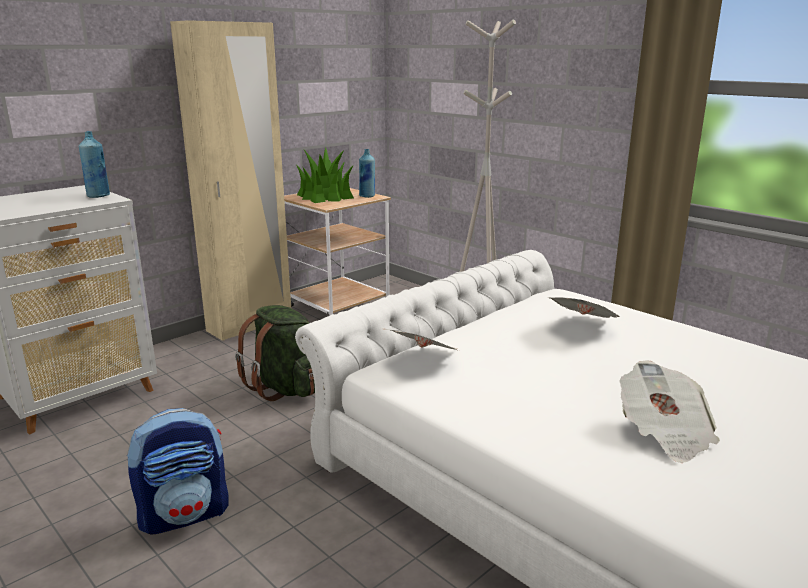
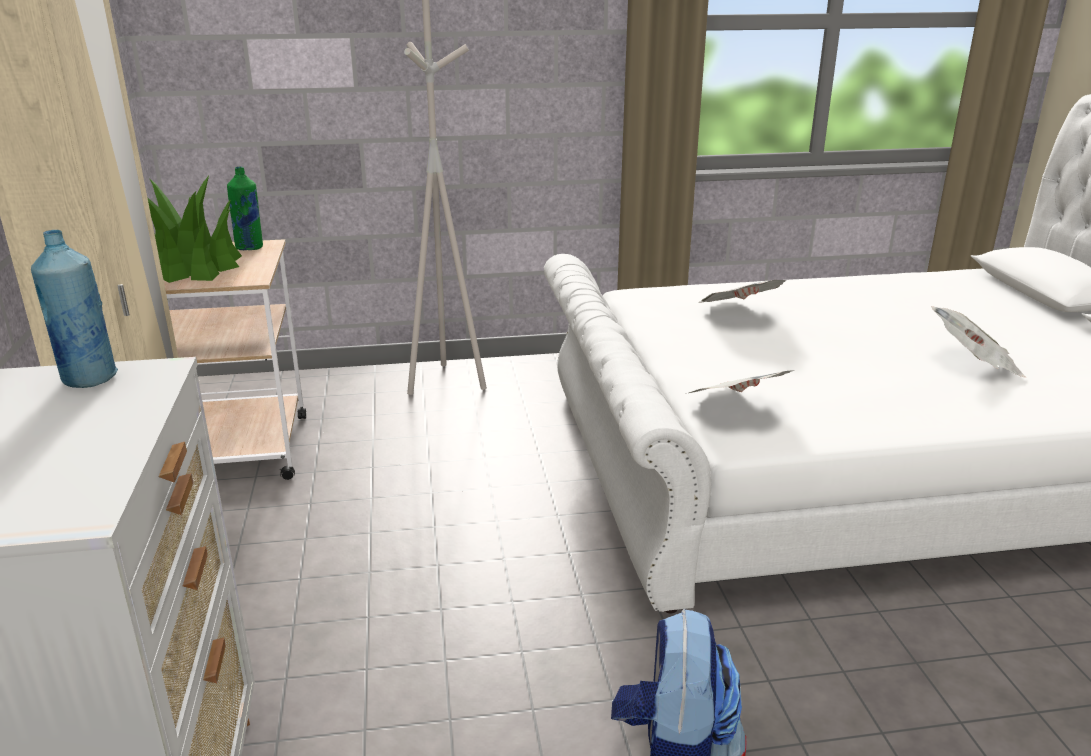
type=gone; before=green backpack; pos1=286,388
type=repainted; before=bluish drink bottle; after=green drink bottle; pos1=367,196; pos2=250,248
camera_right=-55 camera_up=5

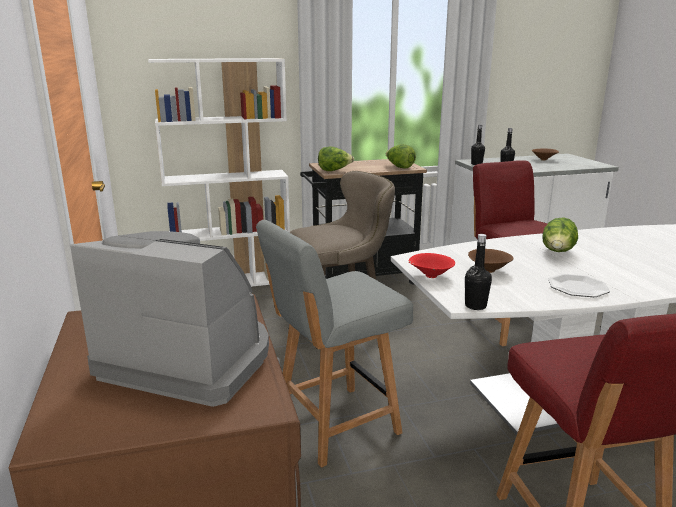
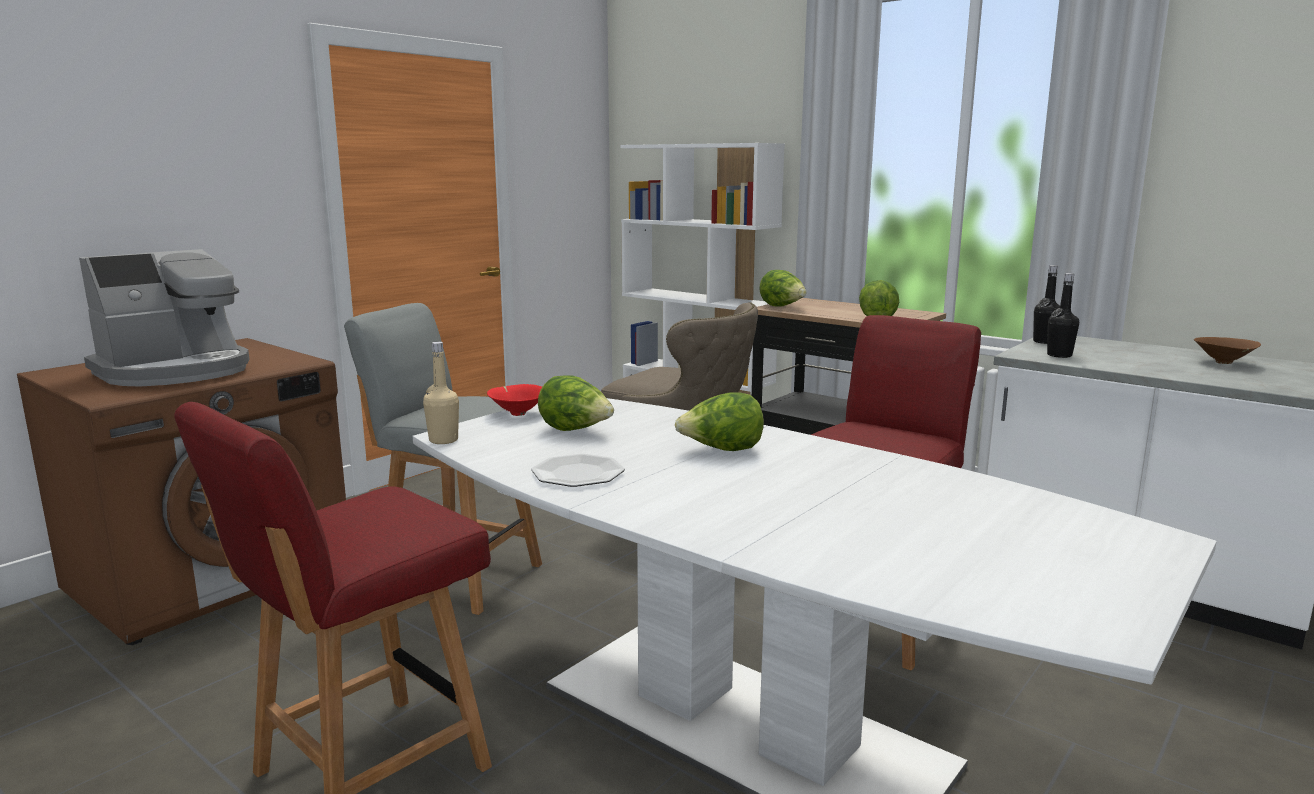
type=rotated; before=coffee machine; pos1=189,359; pos2=176,371; turn=60
type=repainted; before=black-coloured drink bottle; after=beige-coloured drink bottle; pos1=475,306; pos2=443,440
type=swapped; before=brown deep dish; after=lettuce head; pos1=488,271; pos2=575,430
camera_right=55 camera_up=-5

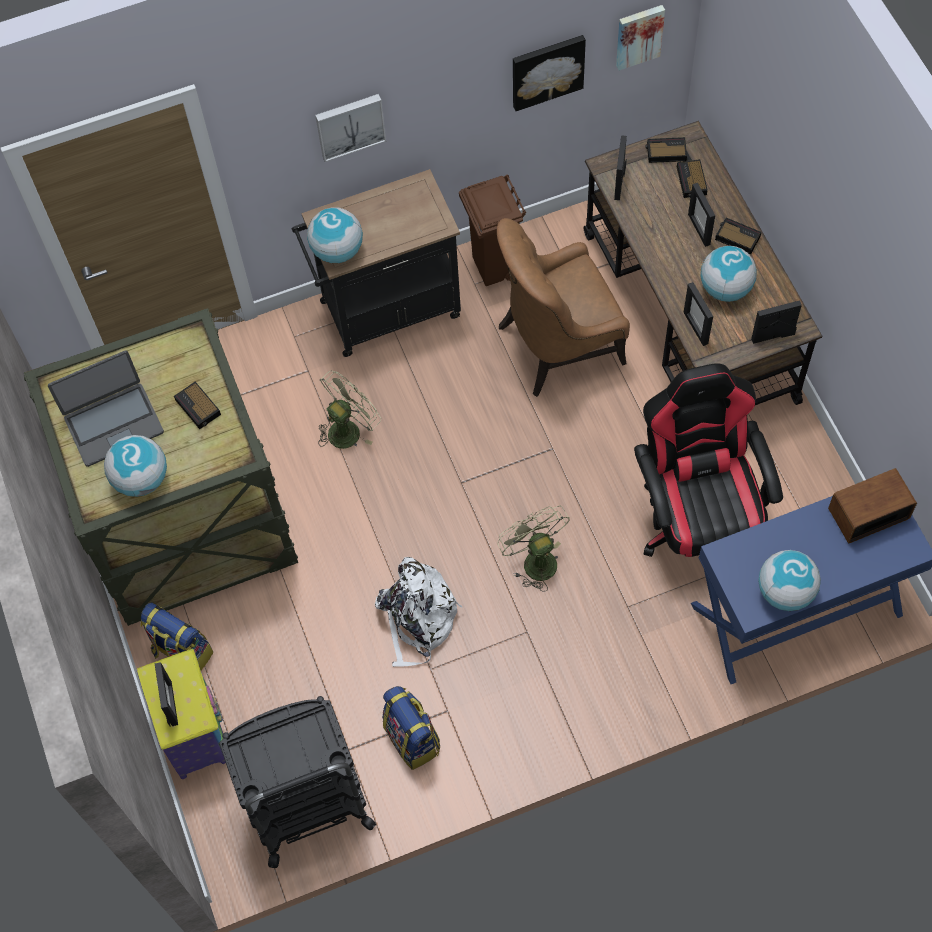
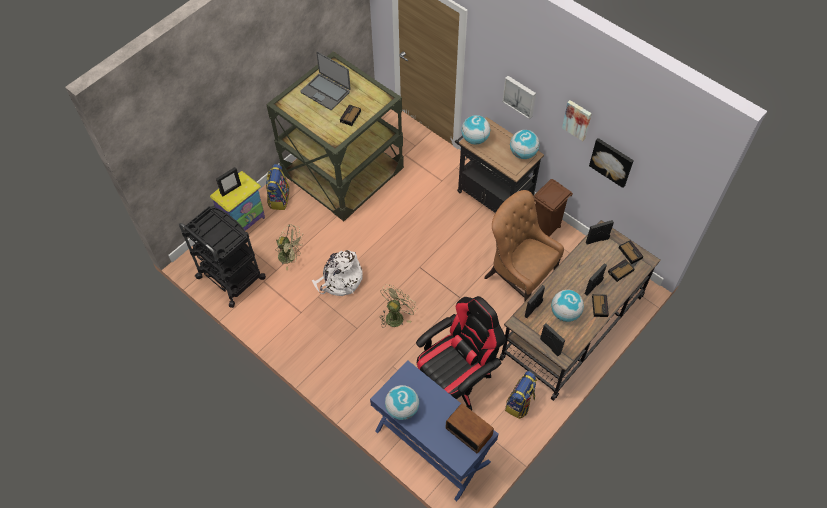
type=shifted; before=world globe; pos1=141,479; pos2=523,153
type=shifted; before=green fan; pos1=348,428; pos2=290,257
type=shifted; before=backpack; pos1=413,739; pos2=520,403
type=shifted; before=wall art; pos1=638,35; pos2=577,119
camera_right=60 camera_up=-5

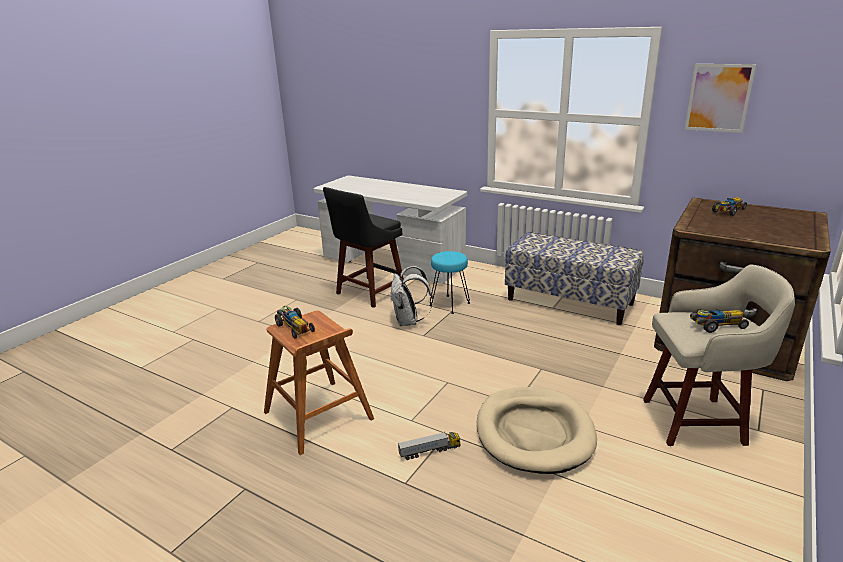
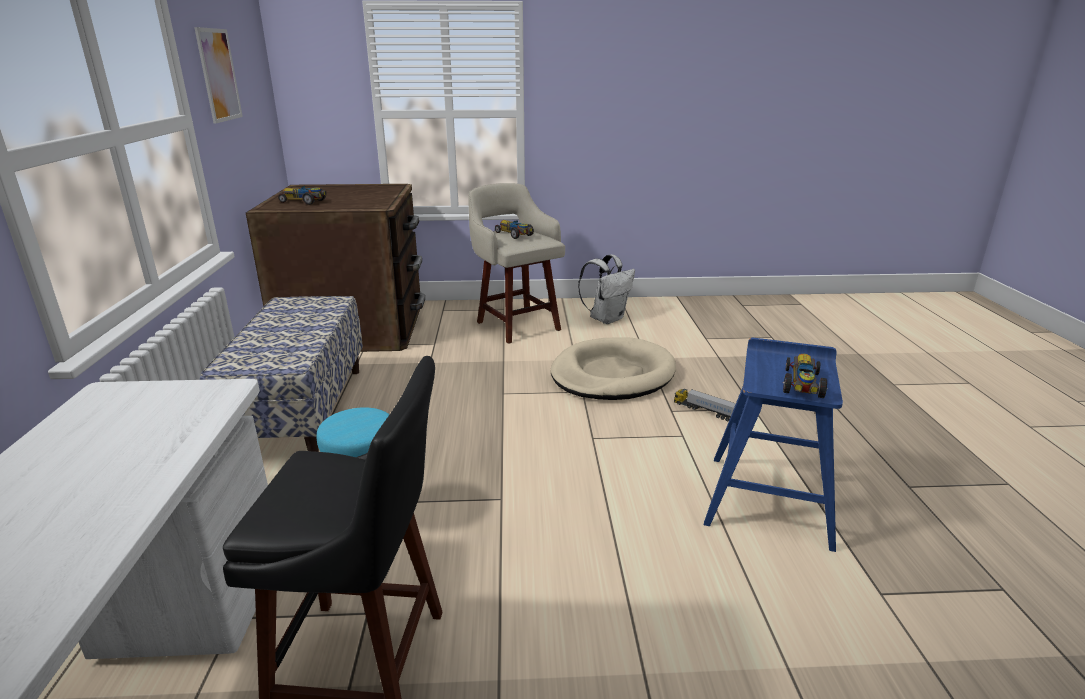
type=repainted; before=brown sitting stool; after=bluish sitting stool; pos1=318,416; pos2=769,499
type=shifted; before=whitish backpack; pos1=408,322; pos2=606,319
camera_right=-125 camera_up=0

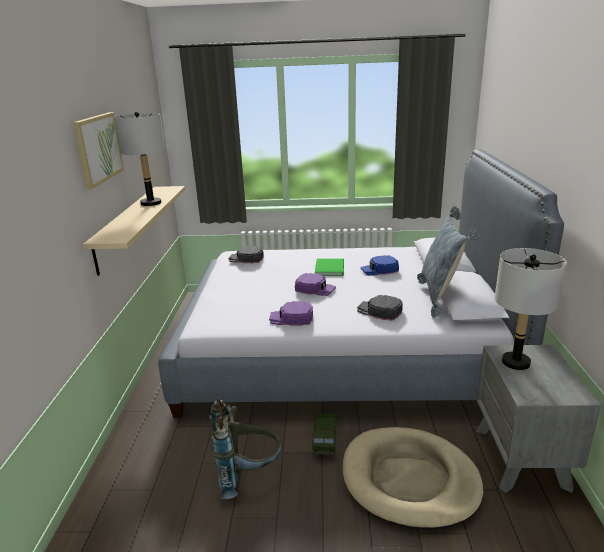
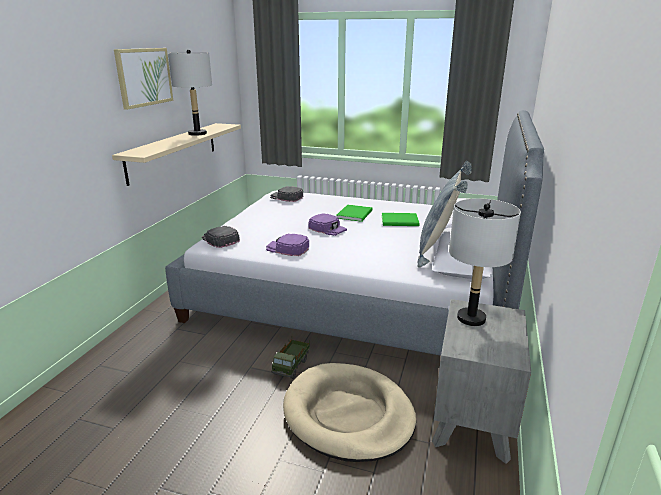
type=gone; before=gray backpack; pos1=248,475
type=shifted; before=black-coloured cap; pos1=379,311; pos2=219,239
type=swapped; before=bluish cap; after=green book; pos1=379,269; pos2=401,221
camera_right=15 camera_up=0

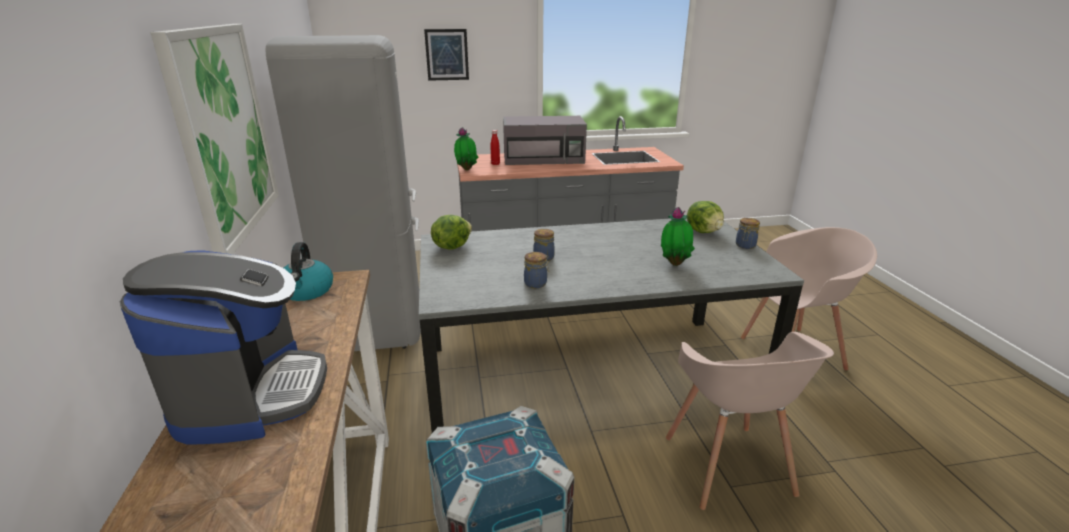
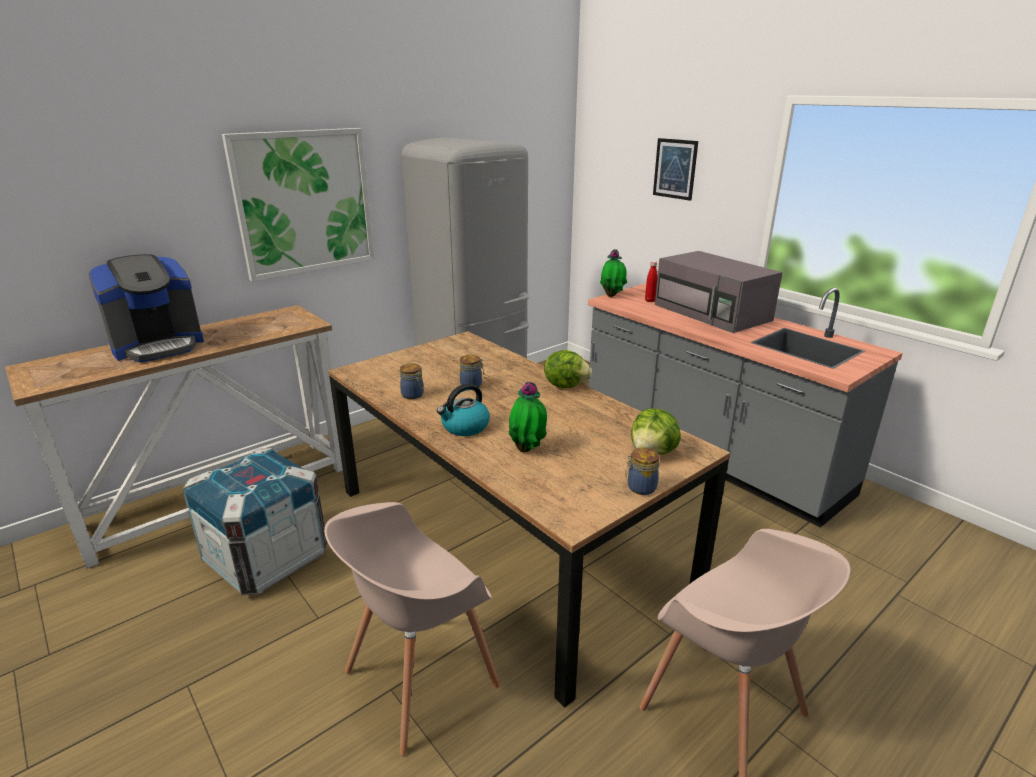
type=shifted; before=kettle; pos1=307,291; pos2=464,427
type=repainted; before=gray dinner table; after=brown dinner table; pos1=590,374; pos2=507,539
type=shifted; before=lettuce head; pos1=451,246; pos2=566,385
camera_right=60 camera_up=0

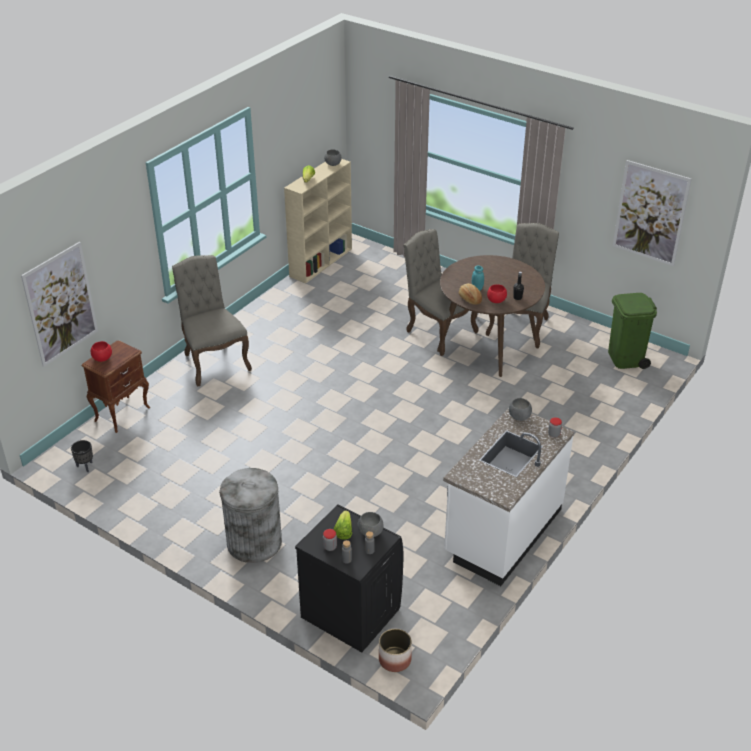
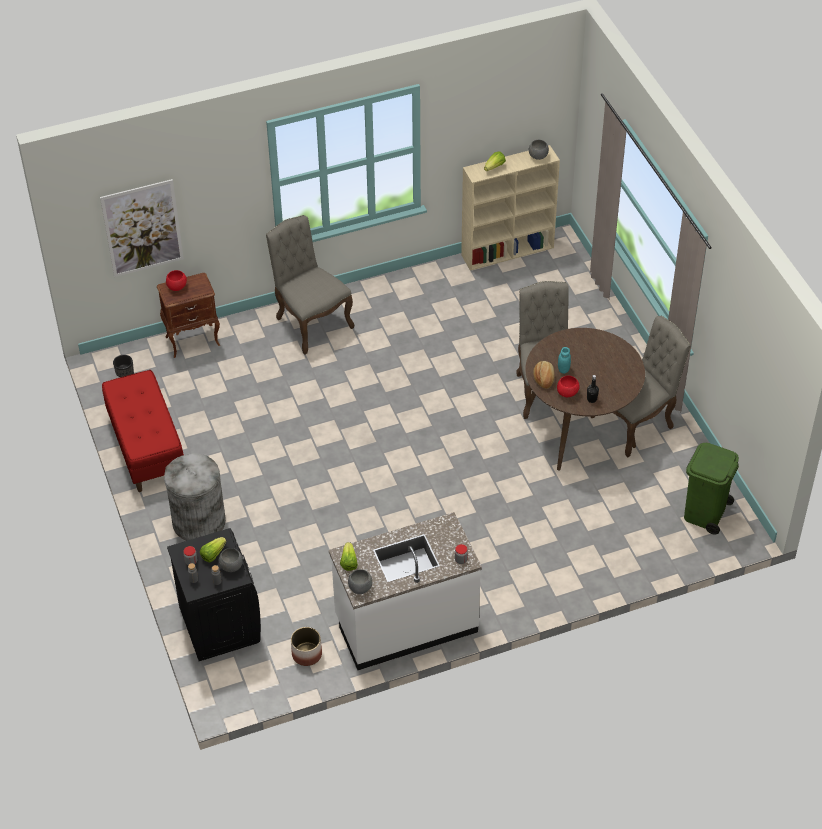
type=rotated; before=gray plain chair; pos1=214,362; pos2=311,323; turn=-45
type=shifted; before=plant pot; pos1=394,659; pos2=306,654
type=shifted; before=gray deep dish; pos1=519,417; pos2=360,588
type=gone; before=wall art; pos1=650,213
type=new; after=reddish long seat; pos2=146,448
type=new; after=lettuce head; pos2=349,562
camera_right=35 camera_up=10

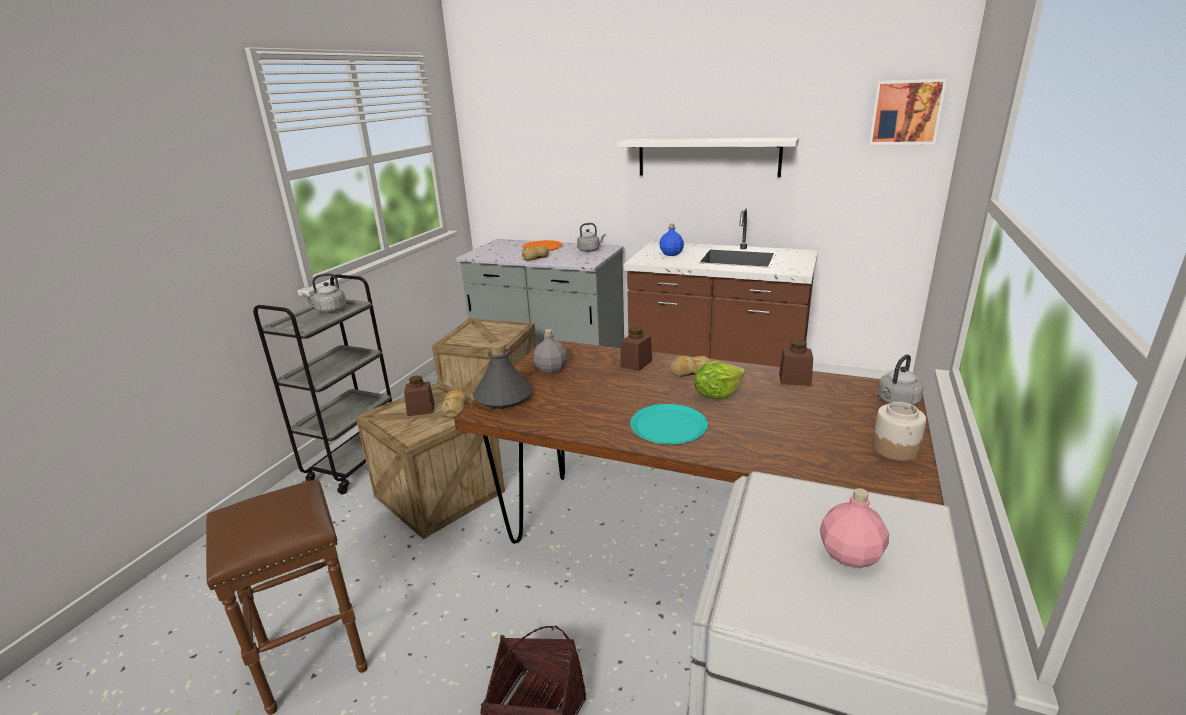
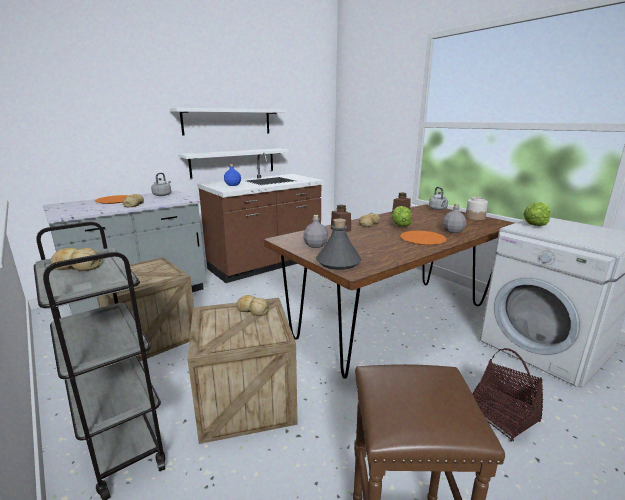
type=swapped; before=gray kettle; after=bakery bread; pos1=329,310; pos2=77,266
type=gone; before=brown storage jar; pos1=421,409
type=repainted; before=turquoise-coloured flat dish; after=orange-coloured flat dish; pos1=668,426; pos2=423,239
type=gone; before=pink drink bottle; pos1=849,554
type=gone; before=wall art; pos1=906,112
type=new; after=whitish wall shelf; pos2=233,162
type=new; after=gray drink bottle; pos2=453,231
type=new; after=lettuce head; pos2=535,225
camera_right=-60 camera_up=-5

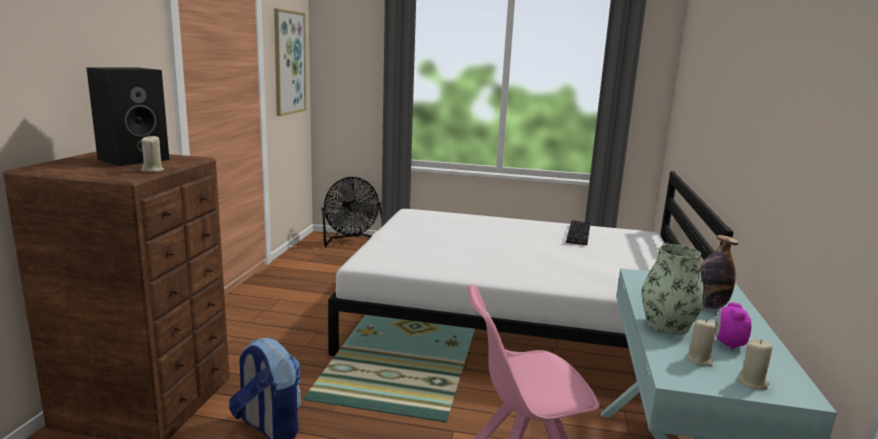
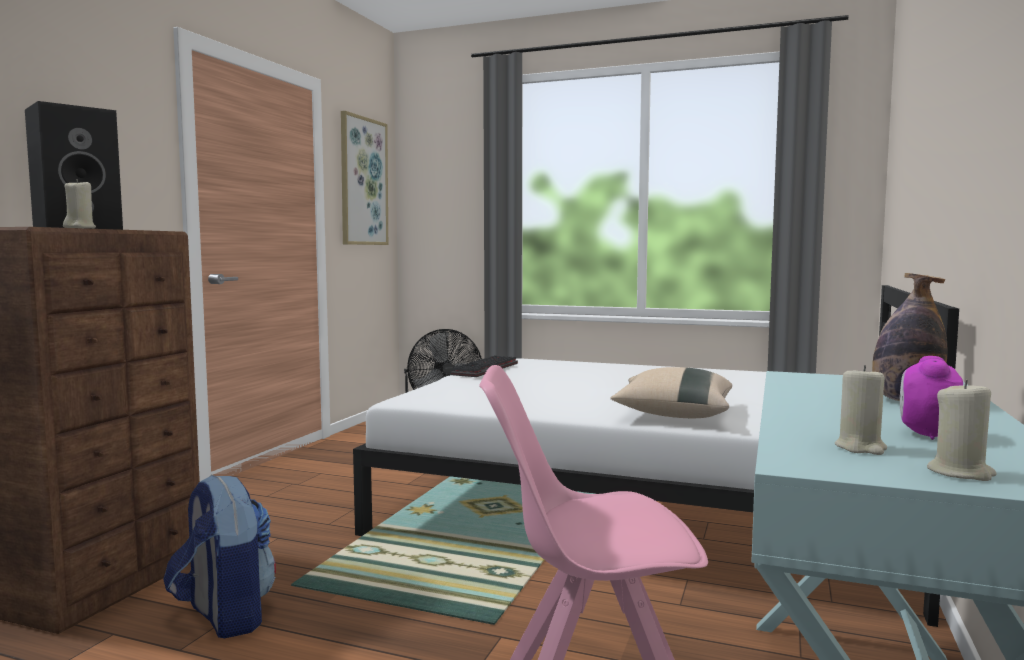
type=shifted; before=computer keyboard; pos1=579,235; pos2=486,369
type=gone; before=flower vase; pos1=667,325
type=new; after=beige-coloured pillow; pos2=673,414
camera_right=10 camera_up=-10

